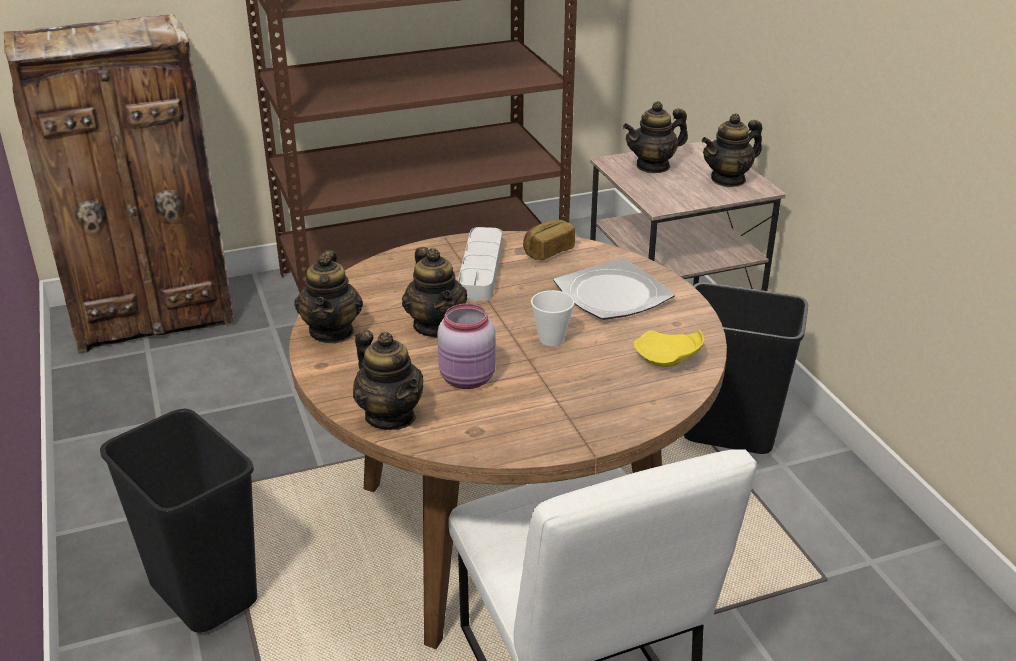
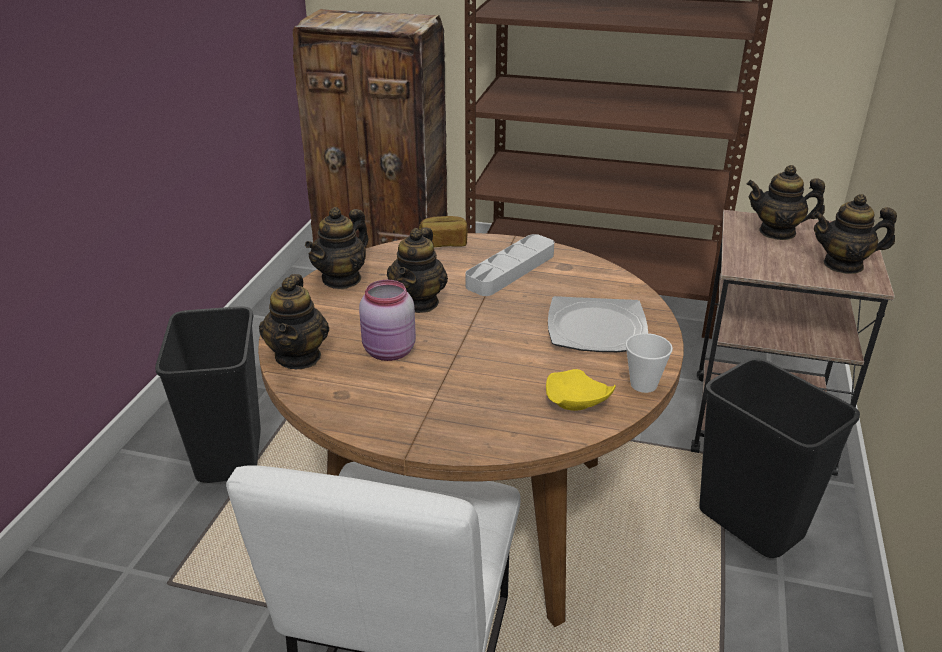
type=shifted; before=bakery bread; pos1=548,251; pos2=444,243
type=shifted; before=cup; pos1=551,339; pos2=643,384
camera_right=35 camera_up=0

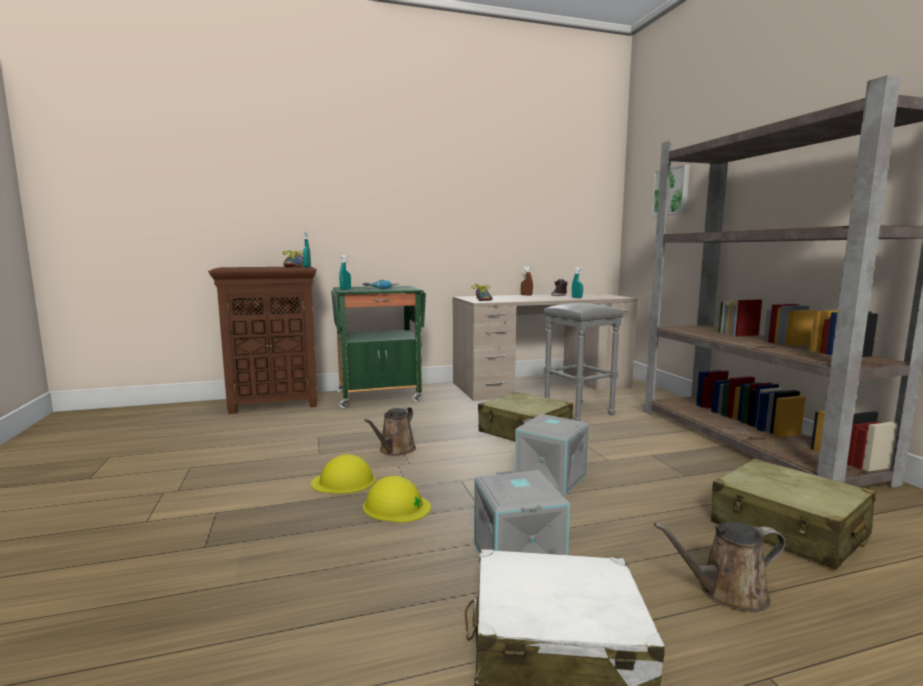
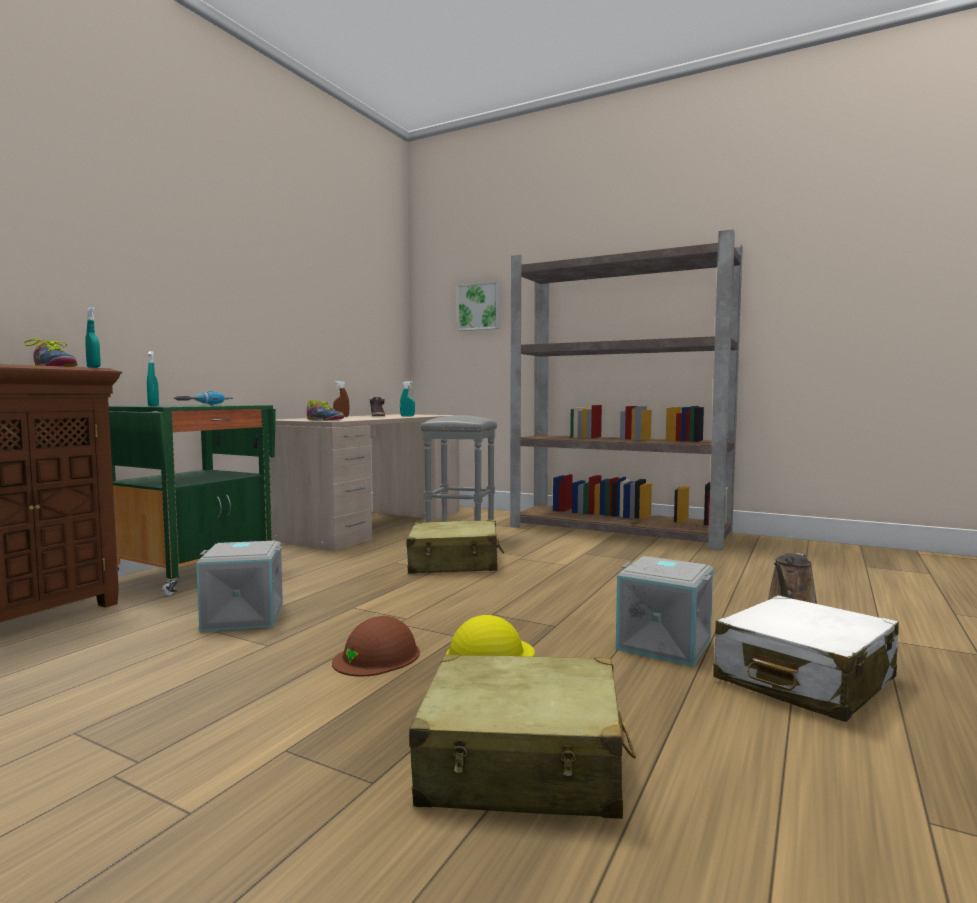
type=repainted; before=yellow hard hat; after=brown hard hat; pos1=344,481; pos2=377,656
type=gone; before=brown sprinkling can; pos1=395,450
type=shifted; before=gray storage box; pos1=549,478; pos2=242,617
type=shifted; before=beige-coloured suitcase; pos1=788,529; pos2=522,764
camera_right=-45 camera_up=-5

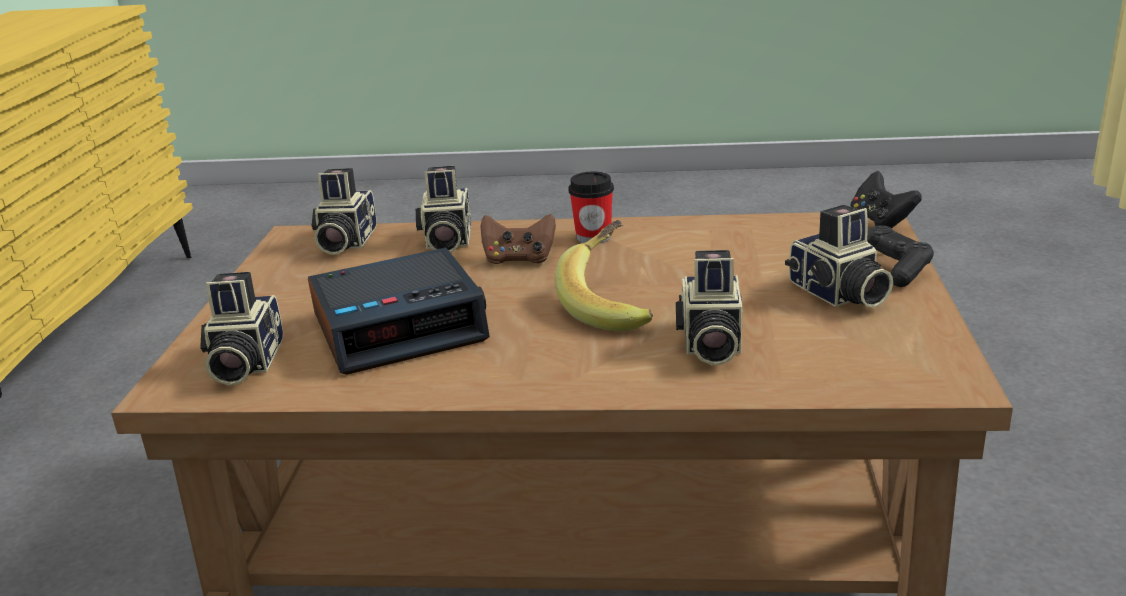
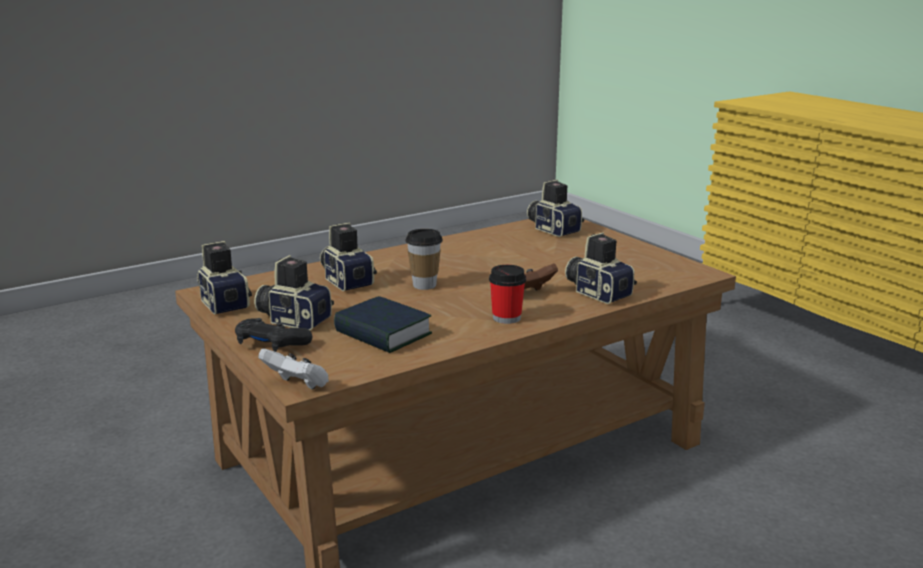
type=gone; before=bedside clock; pos1=401,326
type=shifted; before=photo camera; pos1=344,242; pos2=224,302
type=swapped; before=whole banana; after=cup; pos1=614,304; pos2=424,285
type=repainted; before=black-coloured game controller; after=whitish game controller; pos1=880,221; pos2=297,386
type=new; after=book; pos2=383,333
camera_right=140 camera_up=-5

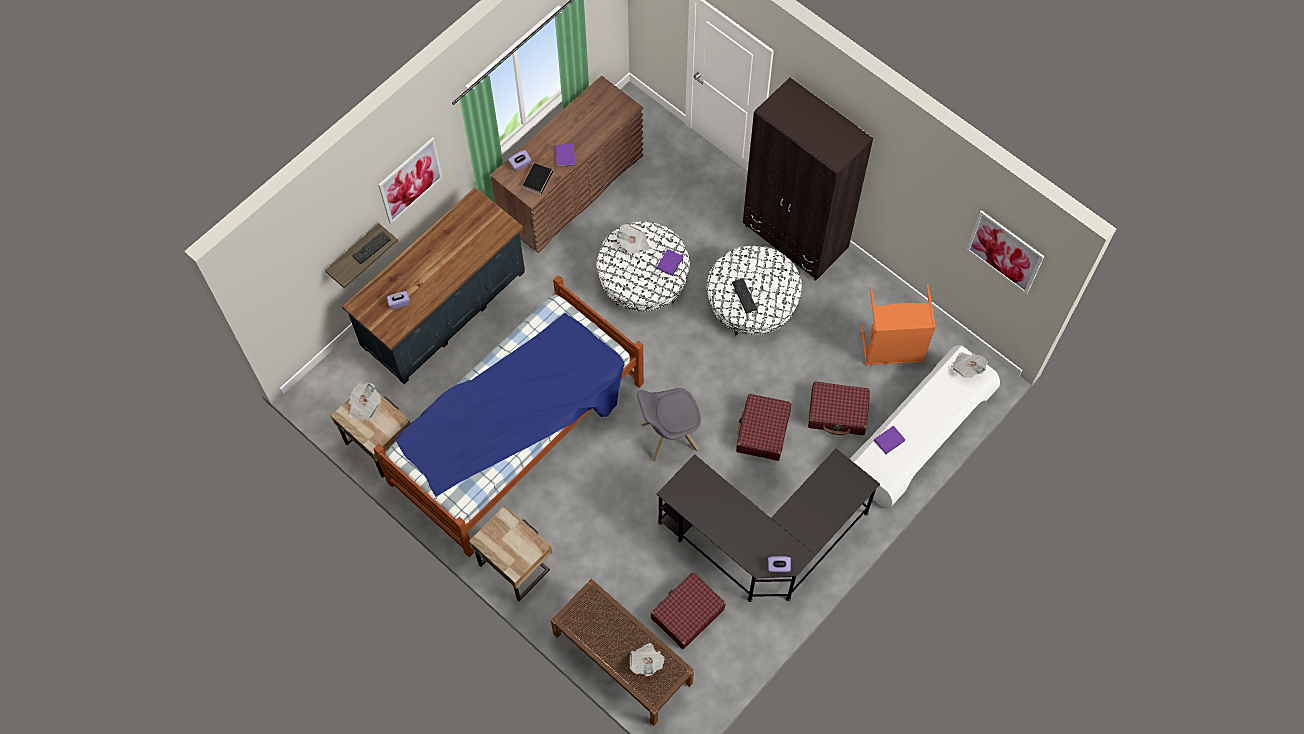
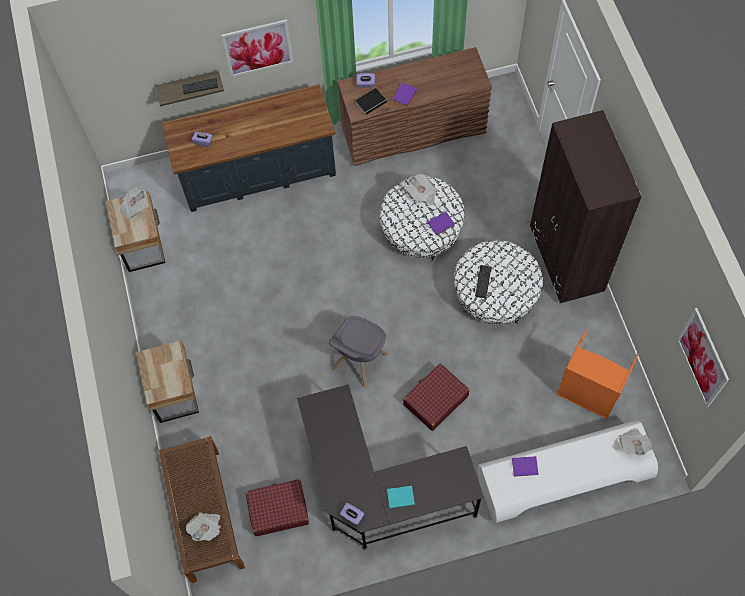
type=gone; before=sleeping bed; pos1=518,433
type=rotated; before=gray plain chair; pos1=669,436; pos2=359,361; turn=-75
type=gone; before=reddish suitcase; pos1=838,412
type=new; after=turquoise-coloured book; pos2=399,497
camera_right=35 camera_up=0

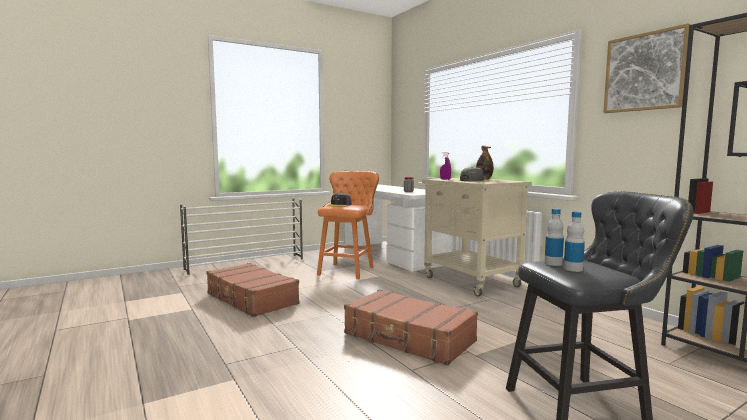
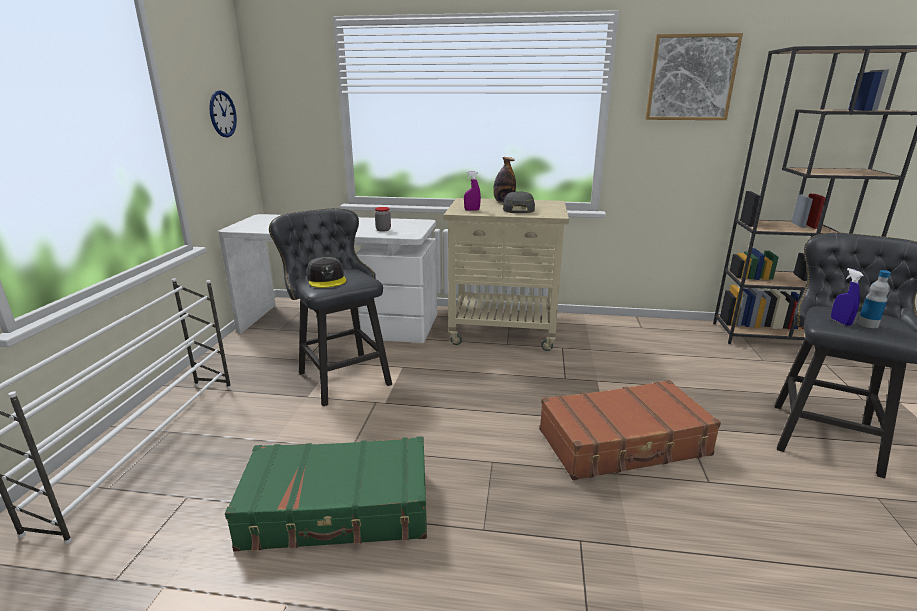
type=repainted; before=brown suitcase; after=green suitcase; pos1=251,299; pos2=338,509
type=repainted; before=orange-coloured sitting stool; after=gray sitting stool; pos1=348,269; pos2=340,373
type=swapped; before=drink bottle; after=bluish spray bottle; pos1=553,263; pos2=840,322
type=new; after=clock on the wall; pos2=222,114
camera_right=-50 camera_up=15

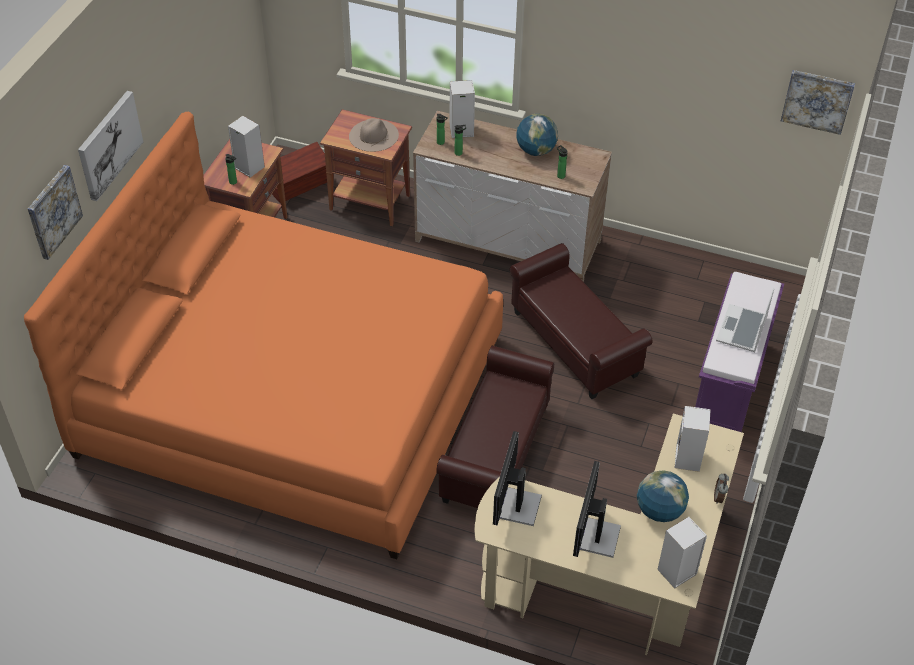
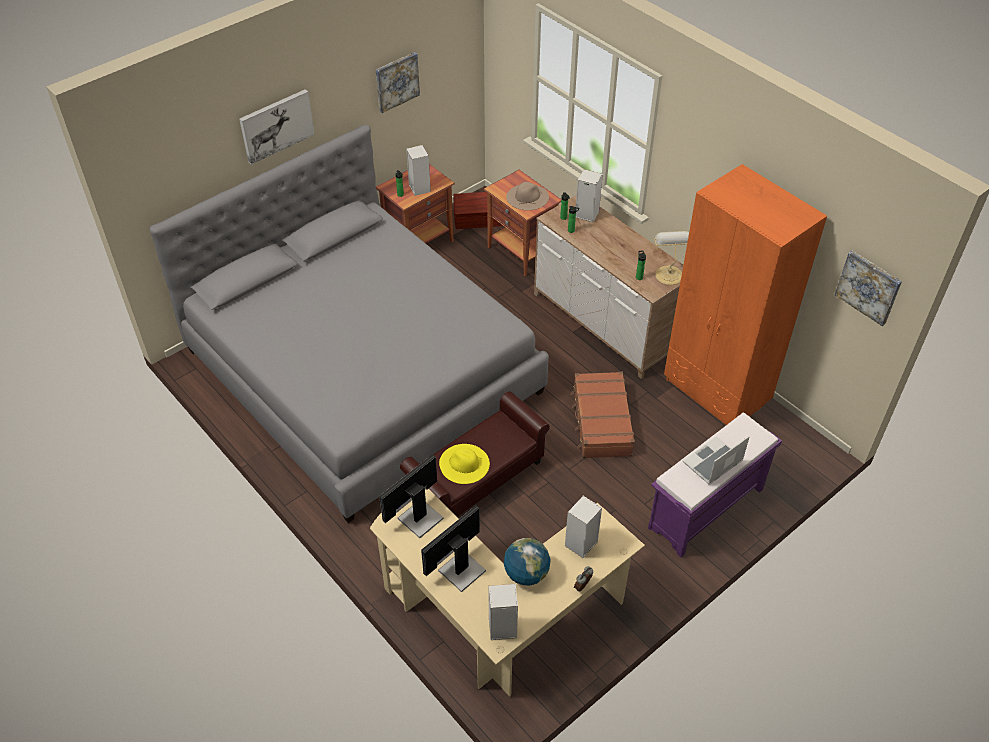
type=repainted; before=orange-coloured sleeping bed; after=gray sleeping bed; pos1=292,395; pos2=363,371
type=shifted; before=wall art; pos1=53,211; pos2=396,81
type=swapped; before=brown pouffe; after=brown suitcase; pos1=575,343; pos2=601,422
type=gone; before=world globe; pos1=536,150
type=new; after=yellow clothing hat; pos2=464,463
type=new; after=tabletop lamp; pos2=668,274
type=new; after=orange-coloured wardrobe; pos2=716,392
camera_right=30 camera_up=0

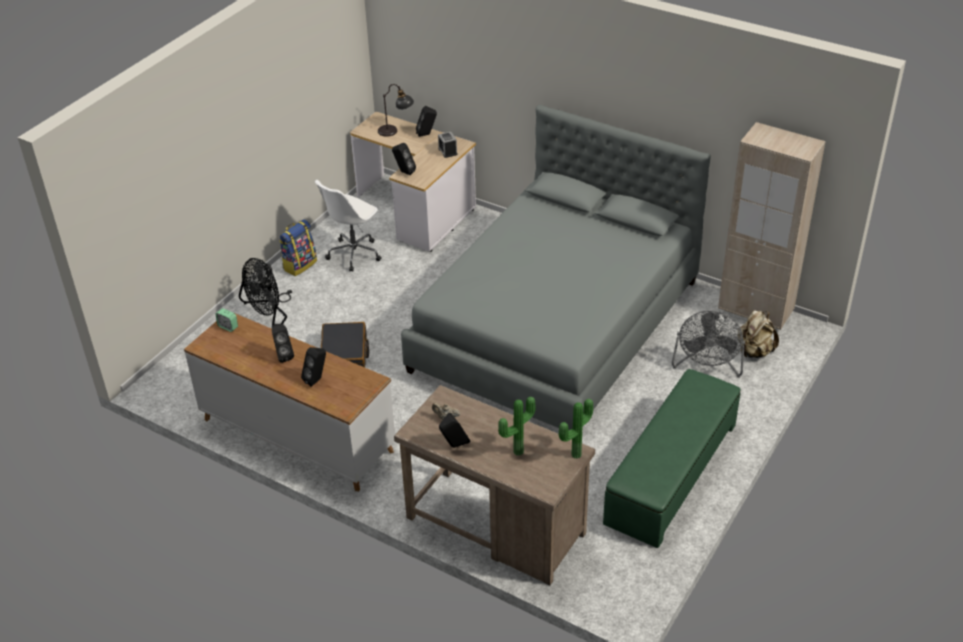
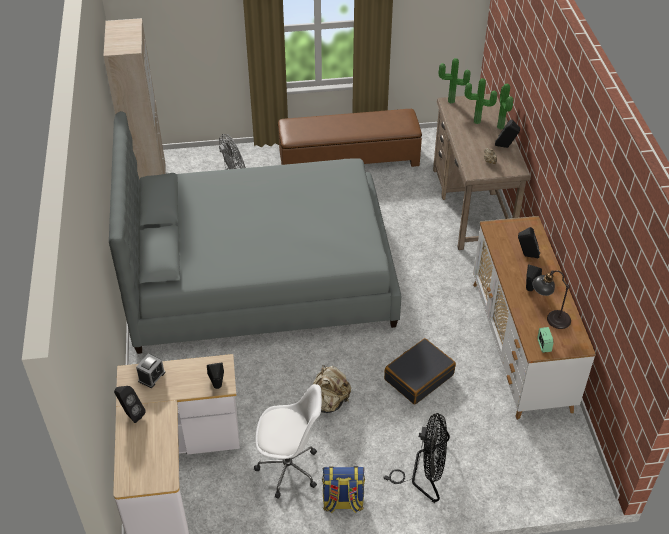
type=shifted; before=gray tabletop lamp; pos1=396,129; pos2=549,315
type=repainted; before=green long seat; after=brown long seat; pos1=671,473; pos2=349,158
type=shifted; before=beige-coloured backpack; pos1=754,351; pos2=329,402
type=new; after=potted plant; pos2=502,127
camera_right=-130 camera_up=5

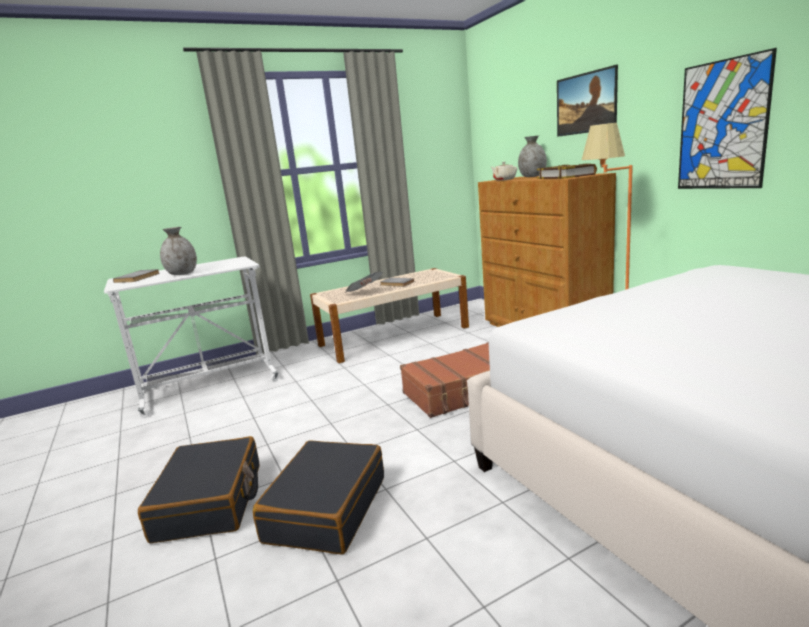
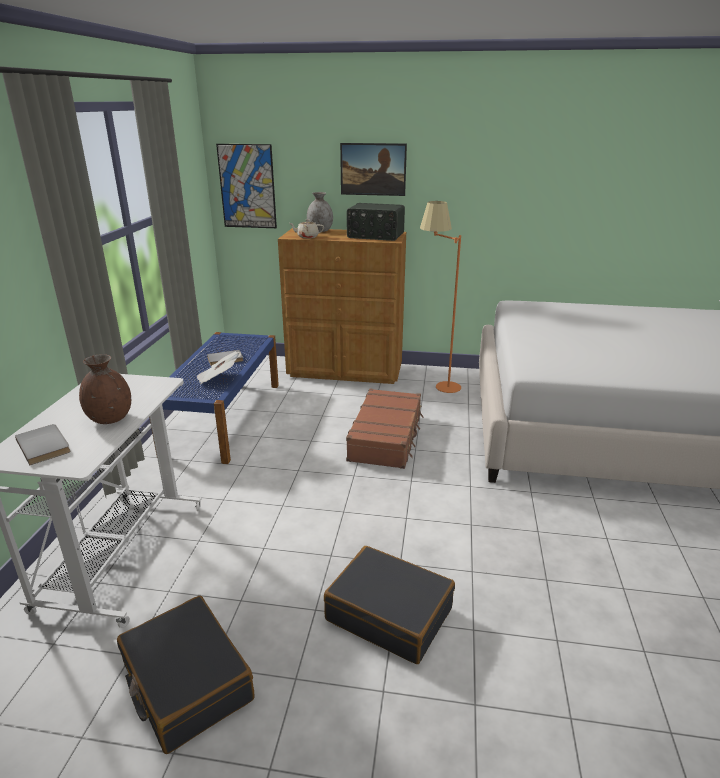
type=repainted; before=gray flower vase; after=brown flower vase; pos1=182,273; pos2=110,418
type=shifted; before=black-coloured suitcase; pos1=326,508; pos2=186,682
type=repainted; before=beige-coloured long seat; after=bluish long seat; pos1=394,336; pos2=223,417
type=swapped; before=book; after=radio set; pos1=566,176; pos2=375,236
type=shifted; before=wall art; pos1=722,125; pos2=247,186
camera_right=-55 camera_up=10

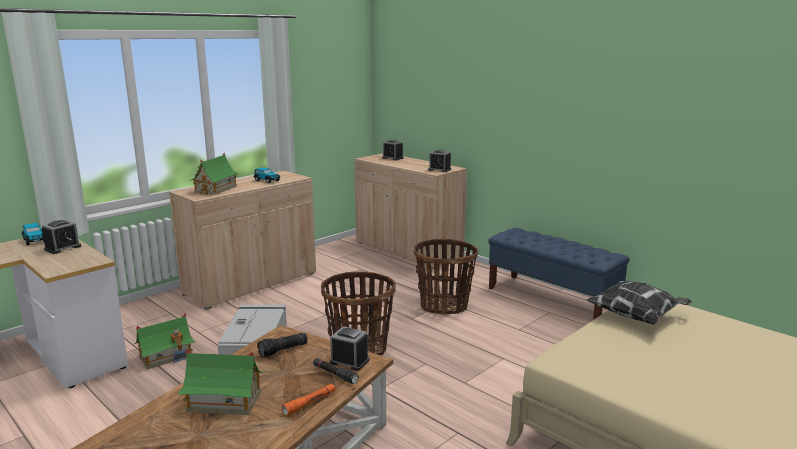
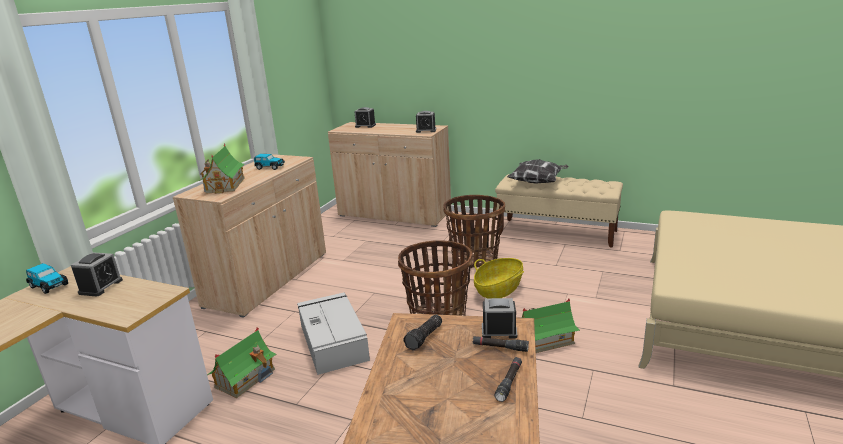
type=shifted; before=toy house; pos1=224,401; pos2=545,340
type=repainted; before=orange-coloured hand torch; after=black-coloured hand torch; pos1=310,403; pos2=509,382
type=repainted; before=bluish long seat; after=beige-coloured long seat; pos1=552,299; pos2=557,232
type=shifted; before=pillow; pos1=637,317; pos2=538,182
type=new; after=basket; pos2=498,289
camera_right=-20 camera_up=5

